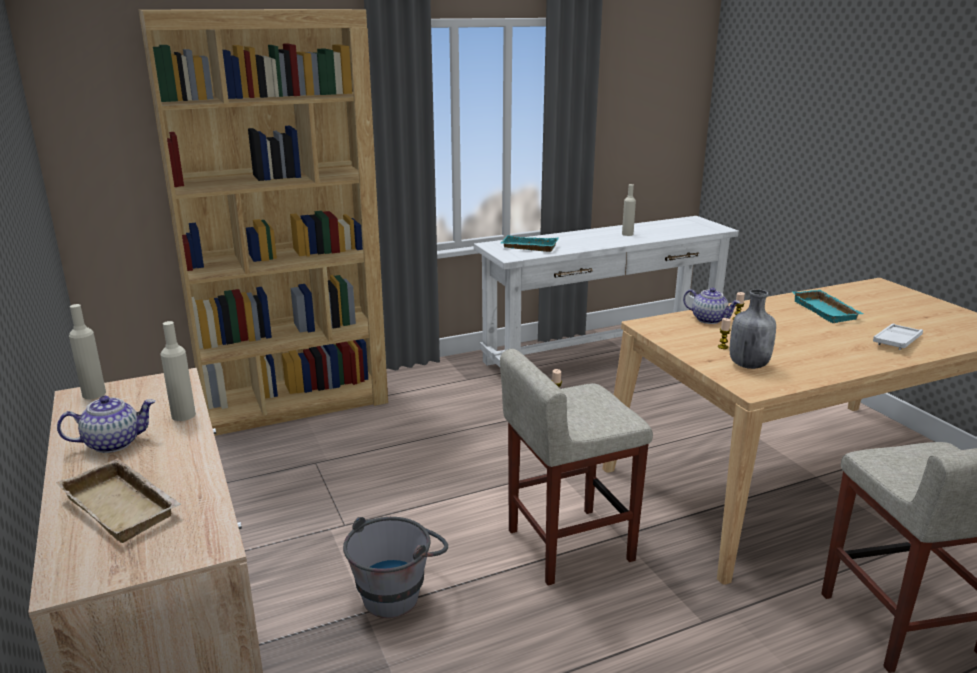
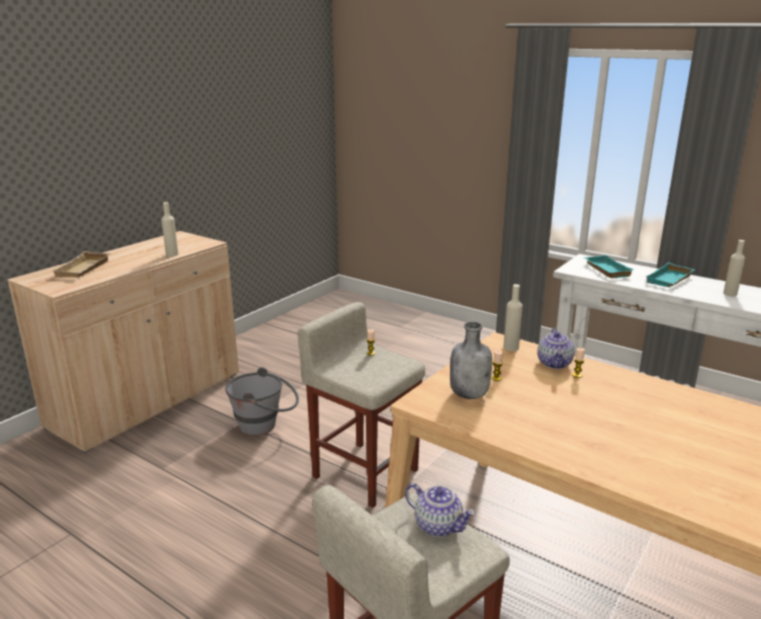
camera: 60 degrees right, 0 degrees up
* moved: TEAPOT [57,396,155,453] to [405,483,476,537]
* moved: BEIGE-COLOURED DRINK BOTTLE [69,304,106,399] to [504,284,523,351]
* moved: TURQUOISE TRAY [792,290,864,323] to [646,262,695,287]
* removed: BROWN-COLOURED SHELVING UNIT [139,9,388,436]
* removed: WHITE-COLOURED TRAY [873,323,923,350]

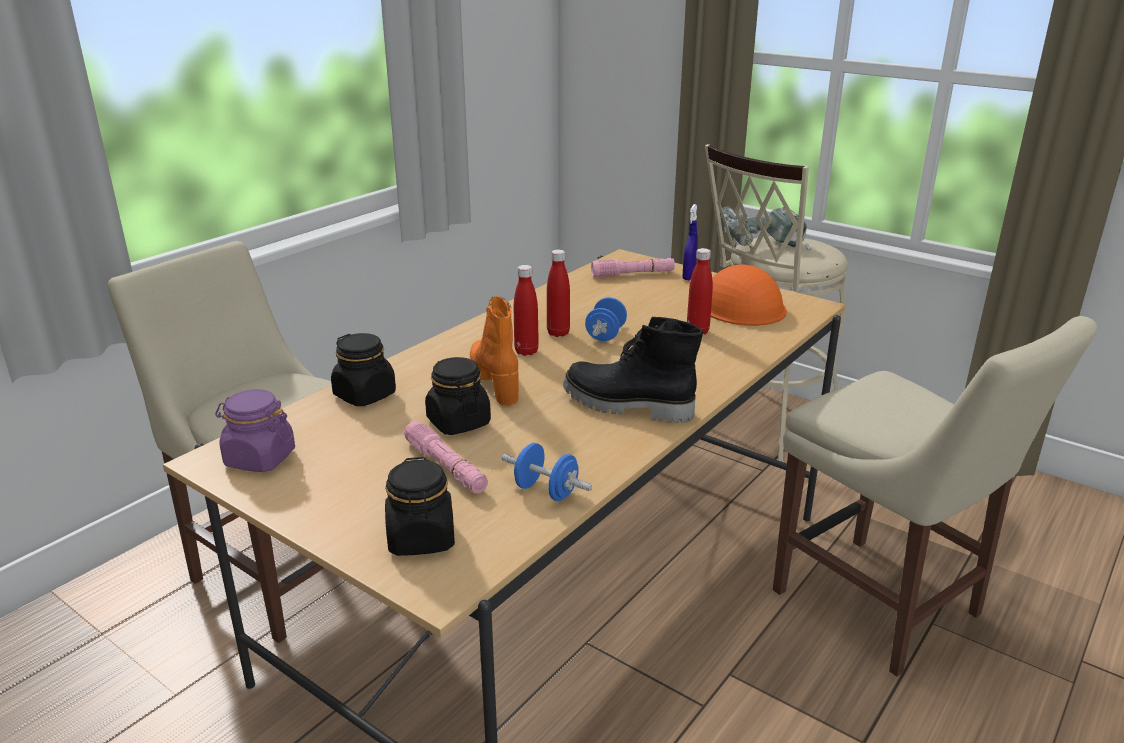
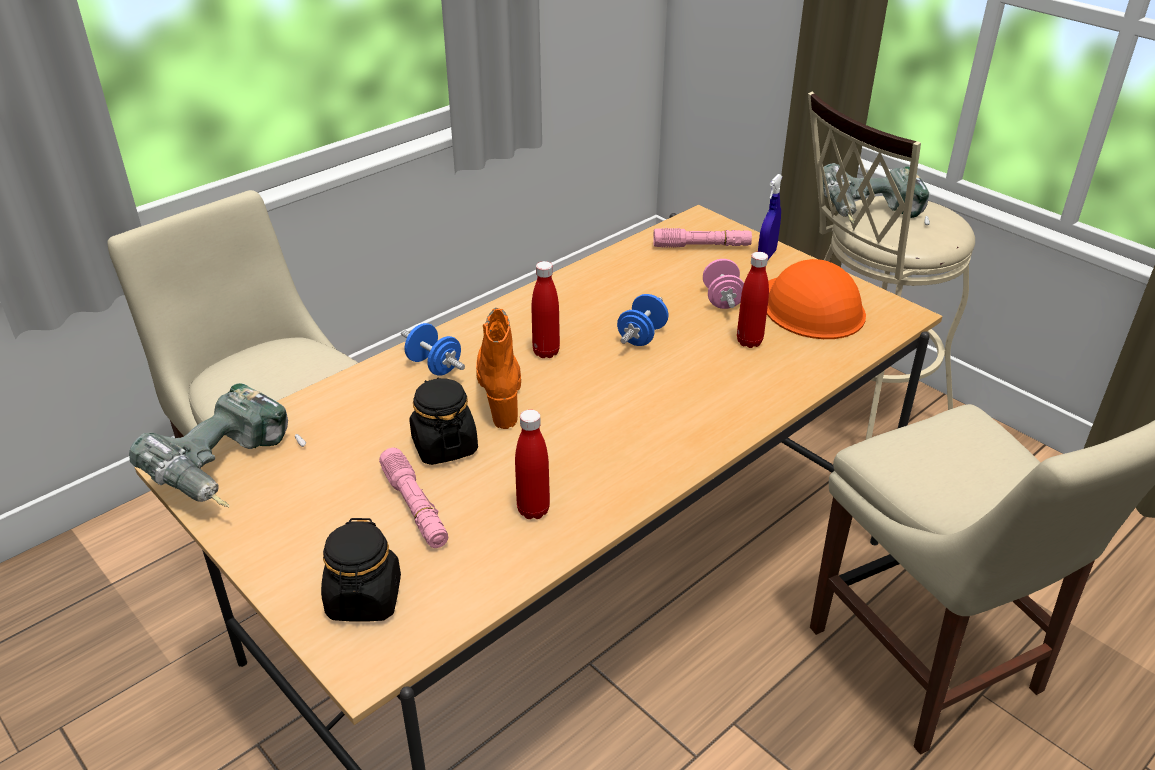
camera: 10 degrees right, 10 degrees up
* replaced: PURPLE JAR [215,389,295,472] to DRILL [129,383,306,507]
* moved: BLUE DUMBBELL [502,443,592,501] to [401,323,465,376]
* moved: RED-COLOURED DRINK BOTTLE [547,250,570,337] to [515,410,550,519]
* added: PINK DUMBBELL [703,259,744,309]
* removed: BLACKISH JAR [331,333,396,406]
* removed: BLACKISH TALL BOOT [563,317,703,423]

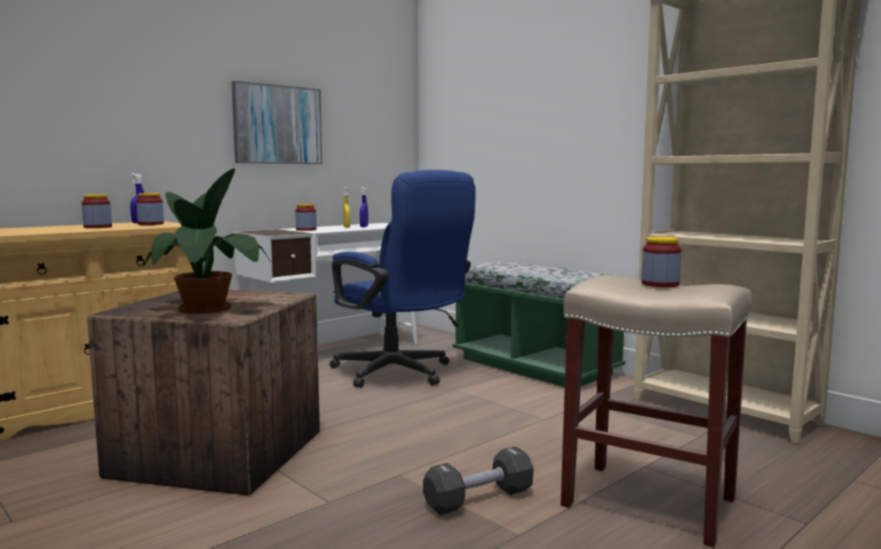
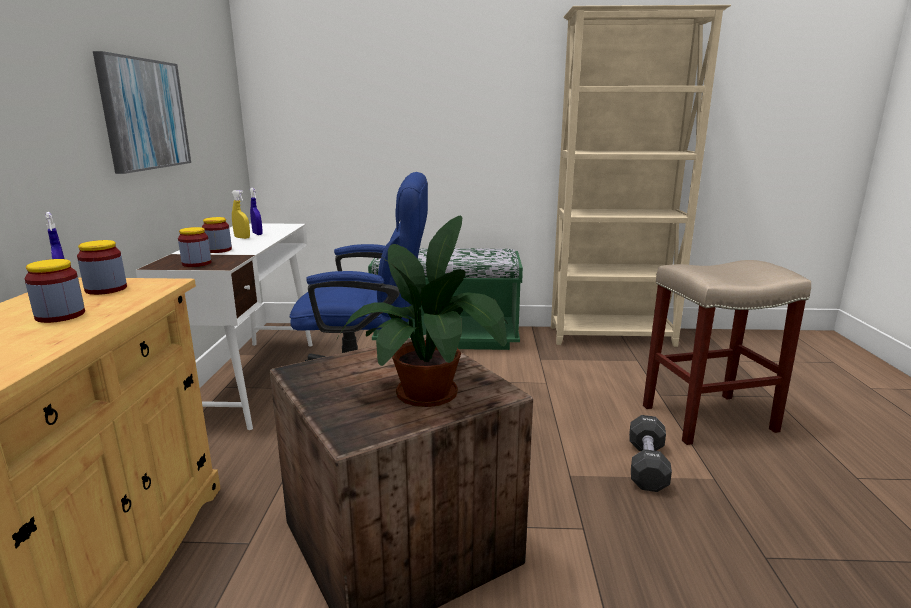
camera: 45 degrees left, 10 degrees up
* moved: JAR [641,237,681,287] to [178,227,212,267]

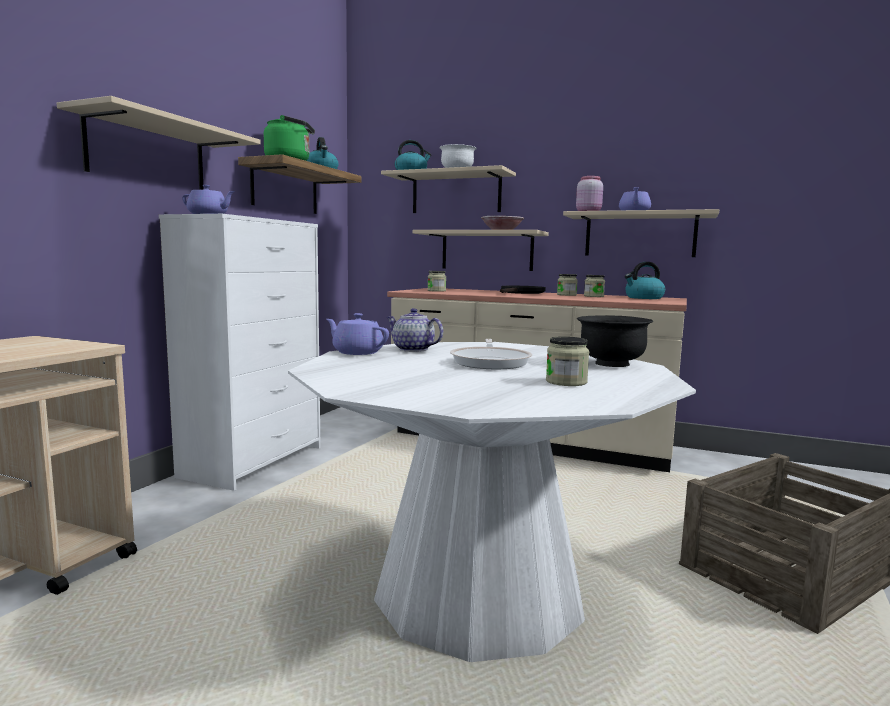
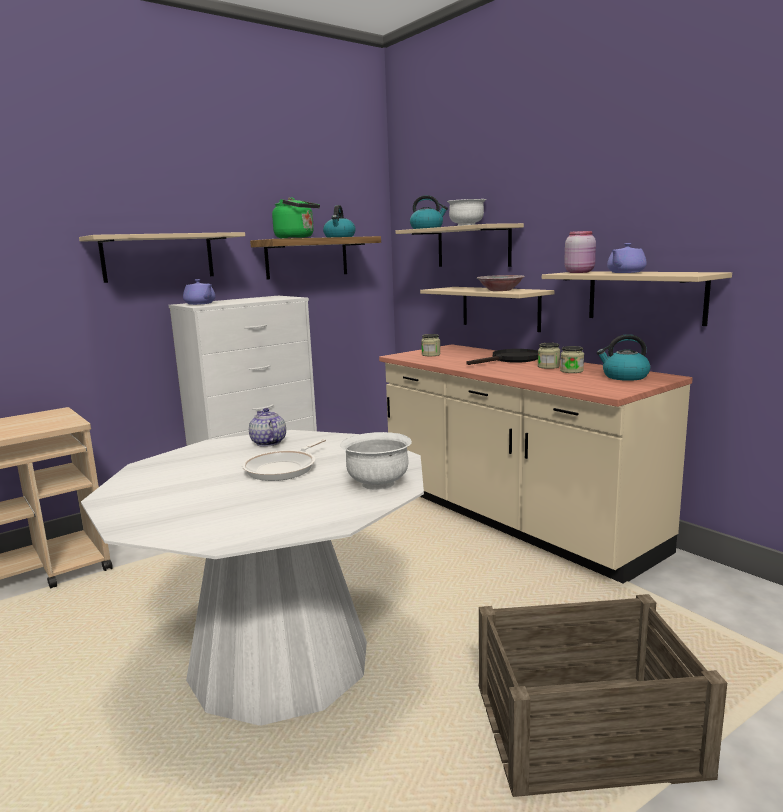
camera: 30 degrees right, 5 degrees up
* recoloured: BLACKISH DEEP DISH [577,315,653,367] to WHITE-COLOURED DEEP DISH [340,432,412,490]
* removed: PURPLE TEAPOT [326,313,389,355]
* removed: JAR [546,337,589,386]

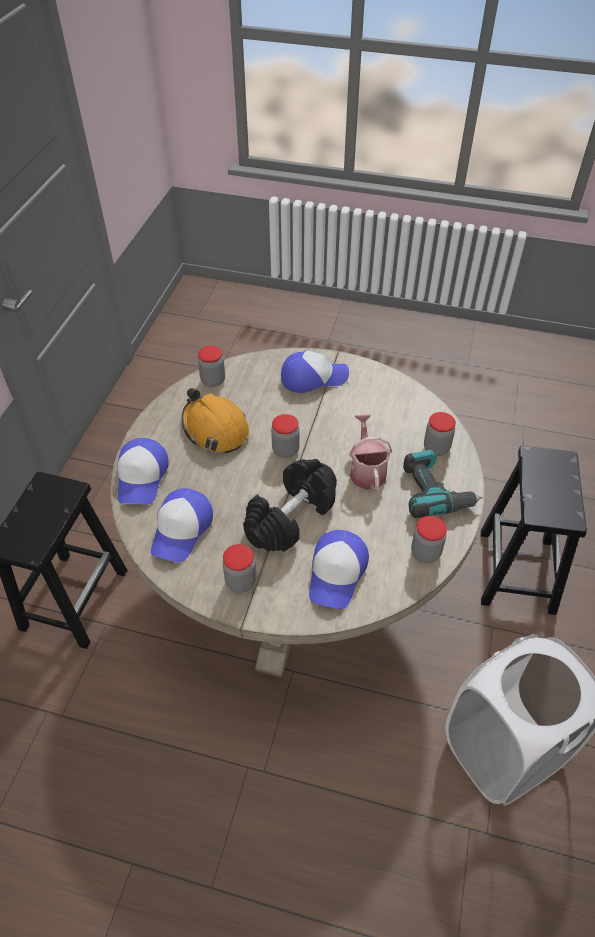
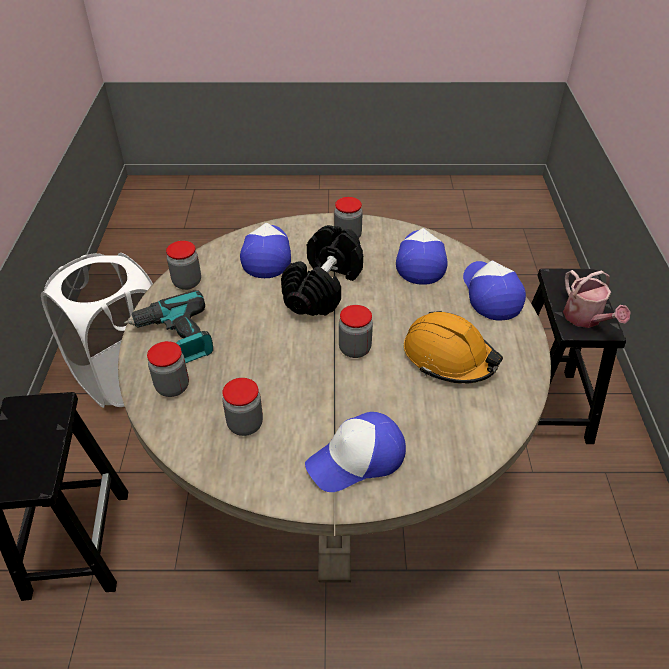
camera: 165 degrees right, 5 degrees down
* moved: JAR [198,346,225,387] to [222,378,263,436]
* moved: SPRINKLING CAN [349,414,392,492] to [563,270,630,328]

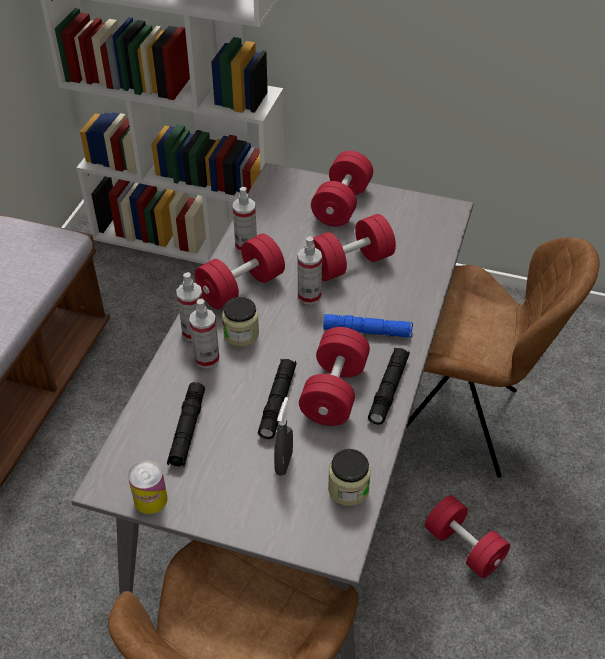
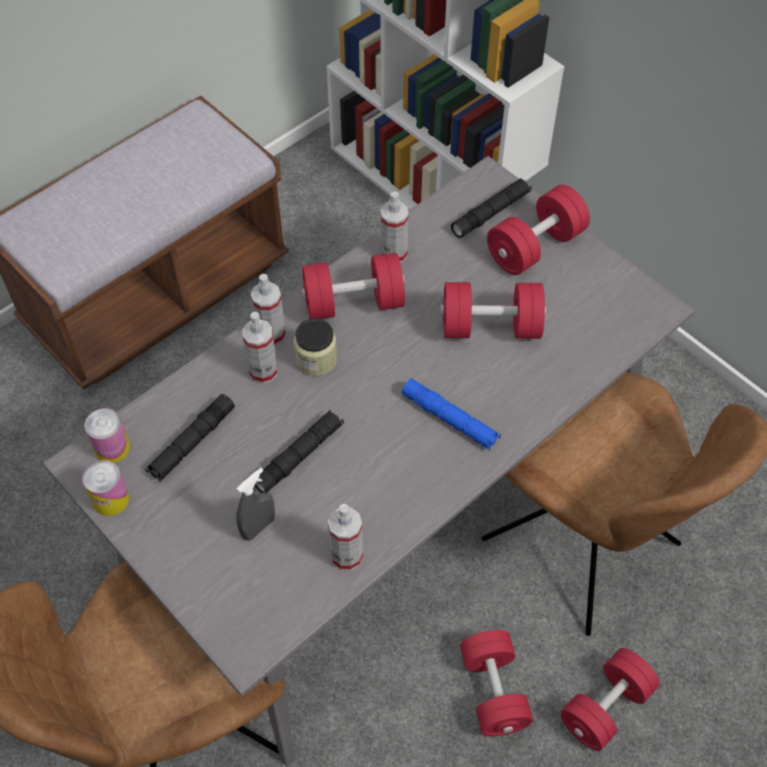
camera: 30 degrees right, 10 degrees up
* added: CAN [85,408,130,463]
* moved: HAND SPRAYER [298,236,322,305] to [328,504,363,571]
* moved: BLACKISH FLASHLIGHT [368,347,410,425] to [451,178,532,238]
* moved: RED-COLOURED DUMBBELL [299,327,370,426] to [560,648,660,751]
* removed: JAR [328,449,371,506]

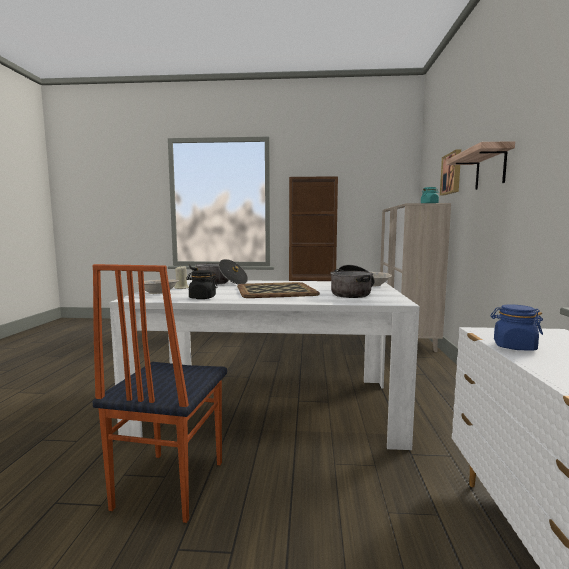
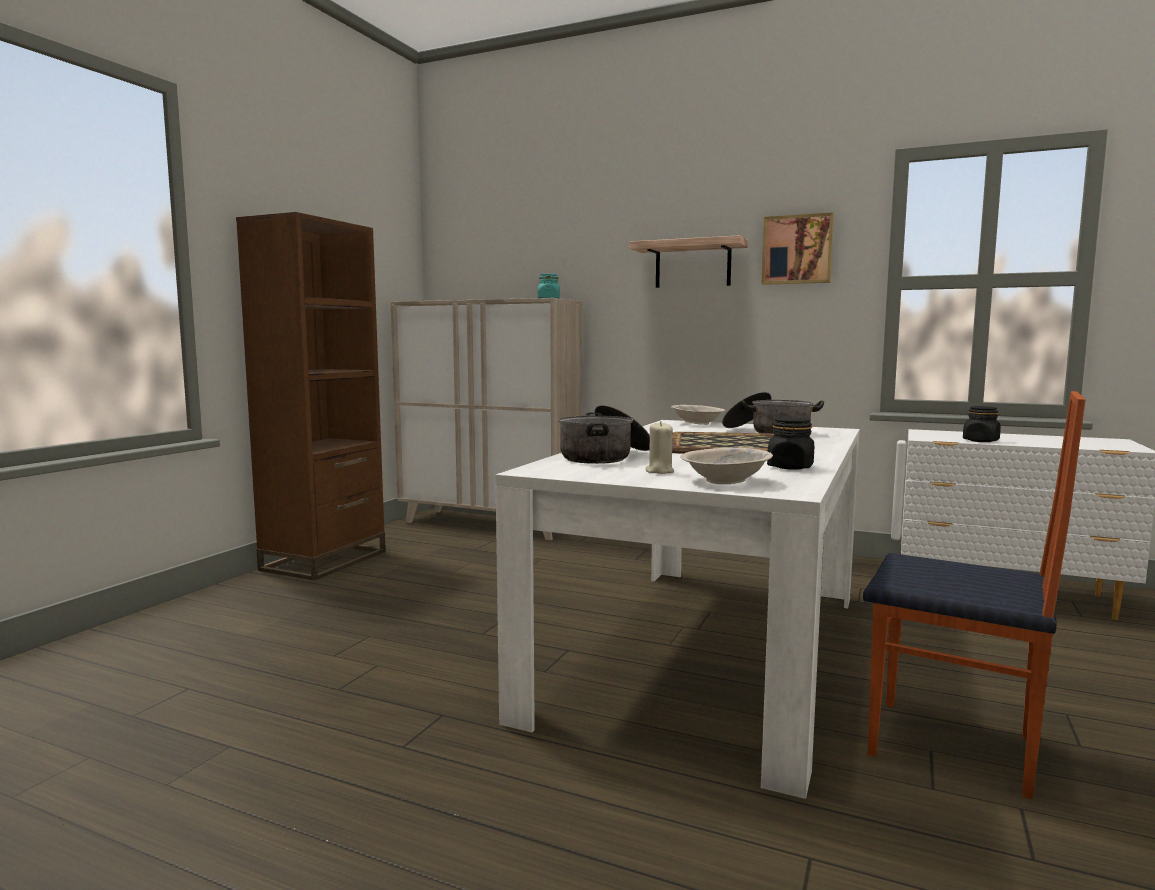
camera: 70 degrees left, 0 degrees up
* moved: WALL ART [440,149,461,195] to [762,212,834,285]
* recoloured: BLUE JAR [490,304,543,351] to BLACKISH JAR [963,406,1001,442]

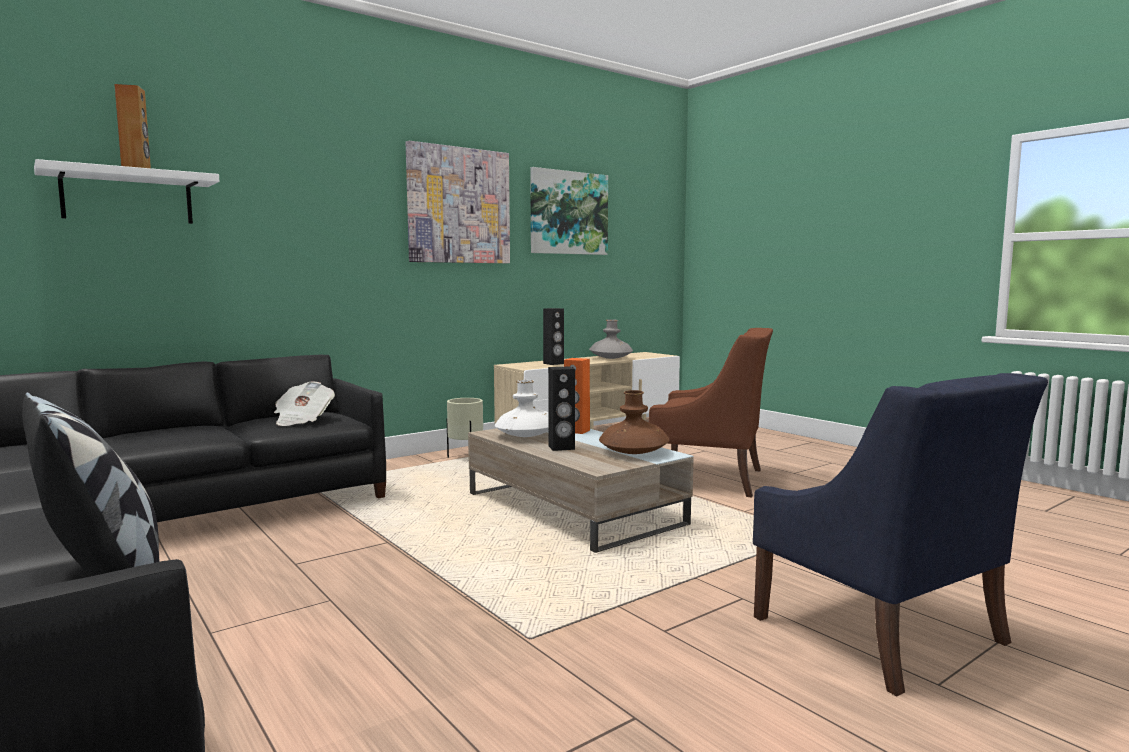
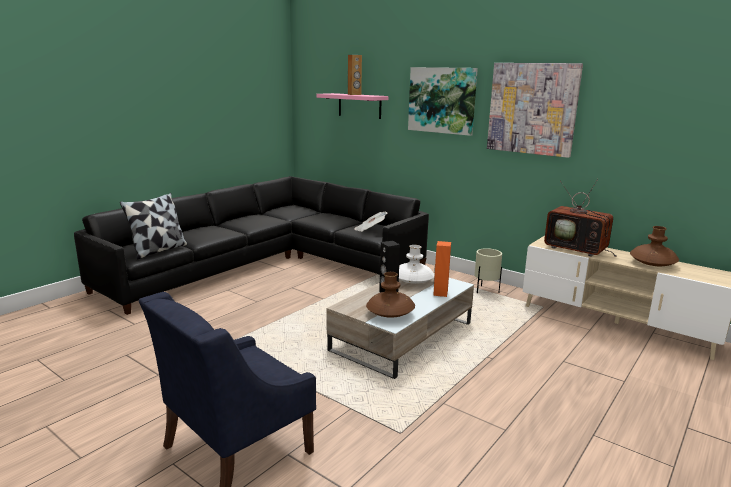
camera: 75 degrees right, 10 degrees up
* recoloured: WHITE-COLOURED BRACKET SHELF [34,159,219,224] to PINK BRACKET SHELF [317,93,388,119]
* moved: WALL ART [530,167,608,255] to [408,67,478,136]
* replaced: BLACKISH AUDIO SPEAKER [543,308,564,365] to TV [544,179,617,257]
* recoloured: GREYISH VASE [589,319,633,359] to BROWN-COLOURED VASE [630,226,679,266]
* removed: BROWN-COLOURED LOUNGE CHAIR [649,328,773,497]

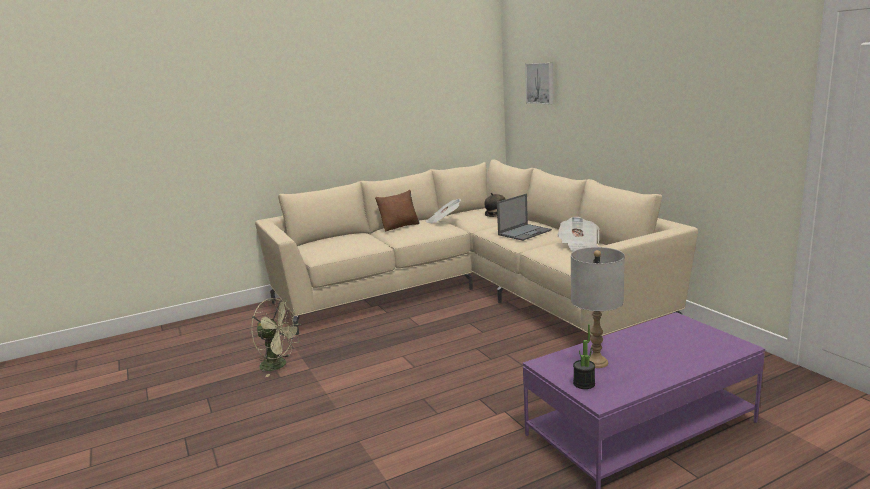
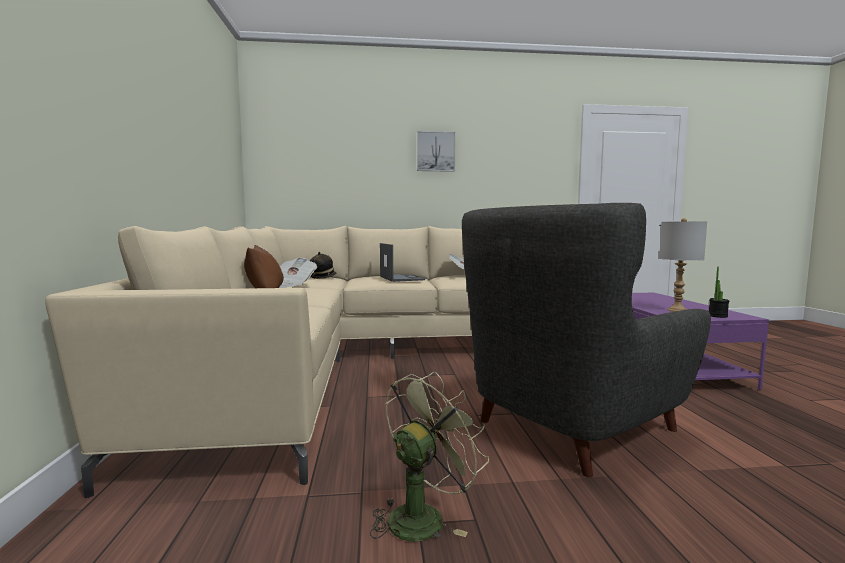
camera: 70 degrees left, 10 degrees down
* moved: WALL ART [525,63,553,104] to [417,131,455,172]
* added: GREYISH LOUNGE CHAIR [462,203,711,477]

